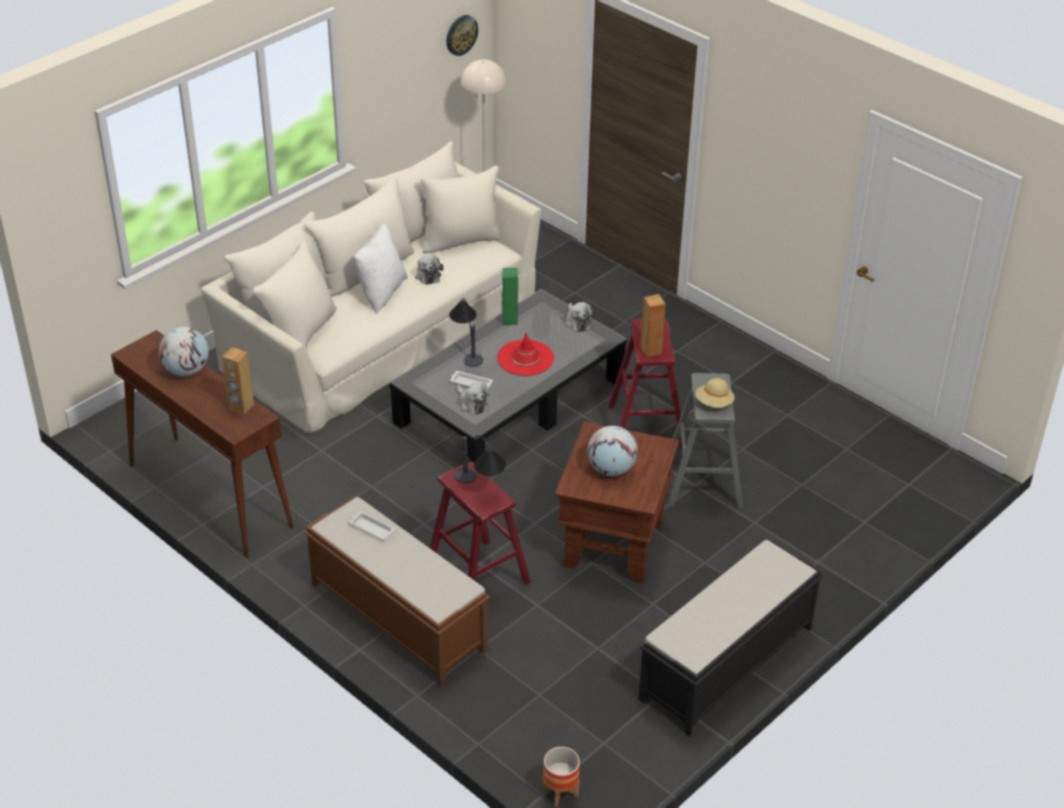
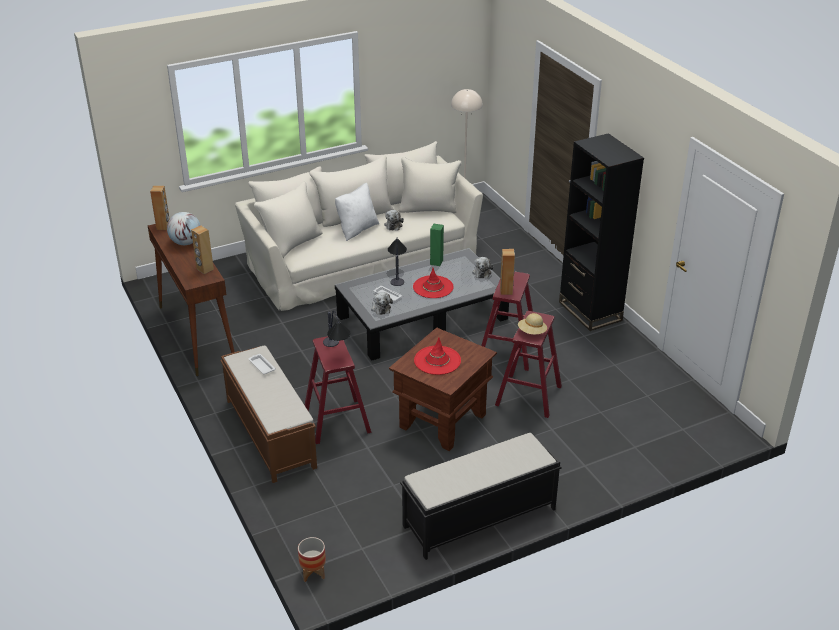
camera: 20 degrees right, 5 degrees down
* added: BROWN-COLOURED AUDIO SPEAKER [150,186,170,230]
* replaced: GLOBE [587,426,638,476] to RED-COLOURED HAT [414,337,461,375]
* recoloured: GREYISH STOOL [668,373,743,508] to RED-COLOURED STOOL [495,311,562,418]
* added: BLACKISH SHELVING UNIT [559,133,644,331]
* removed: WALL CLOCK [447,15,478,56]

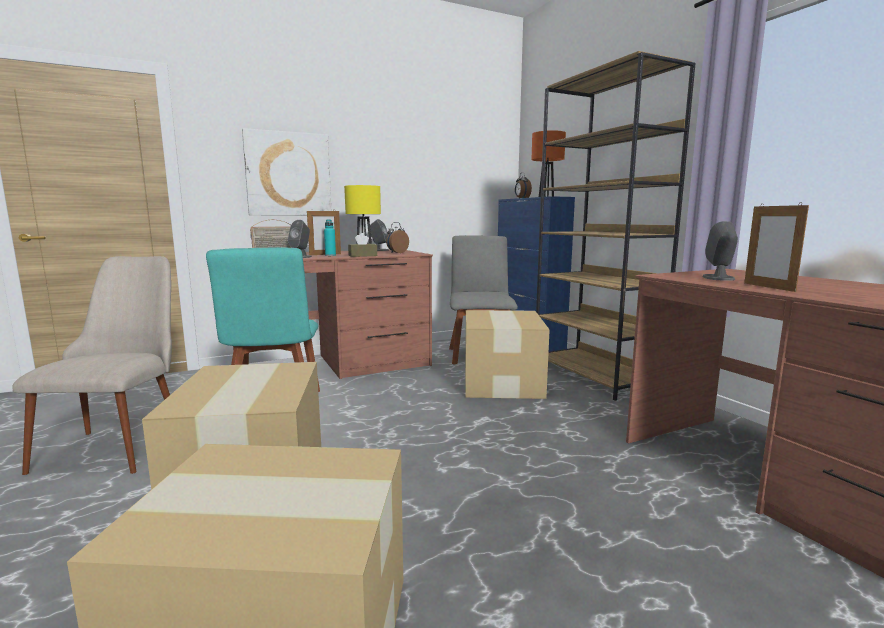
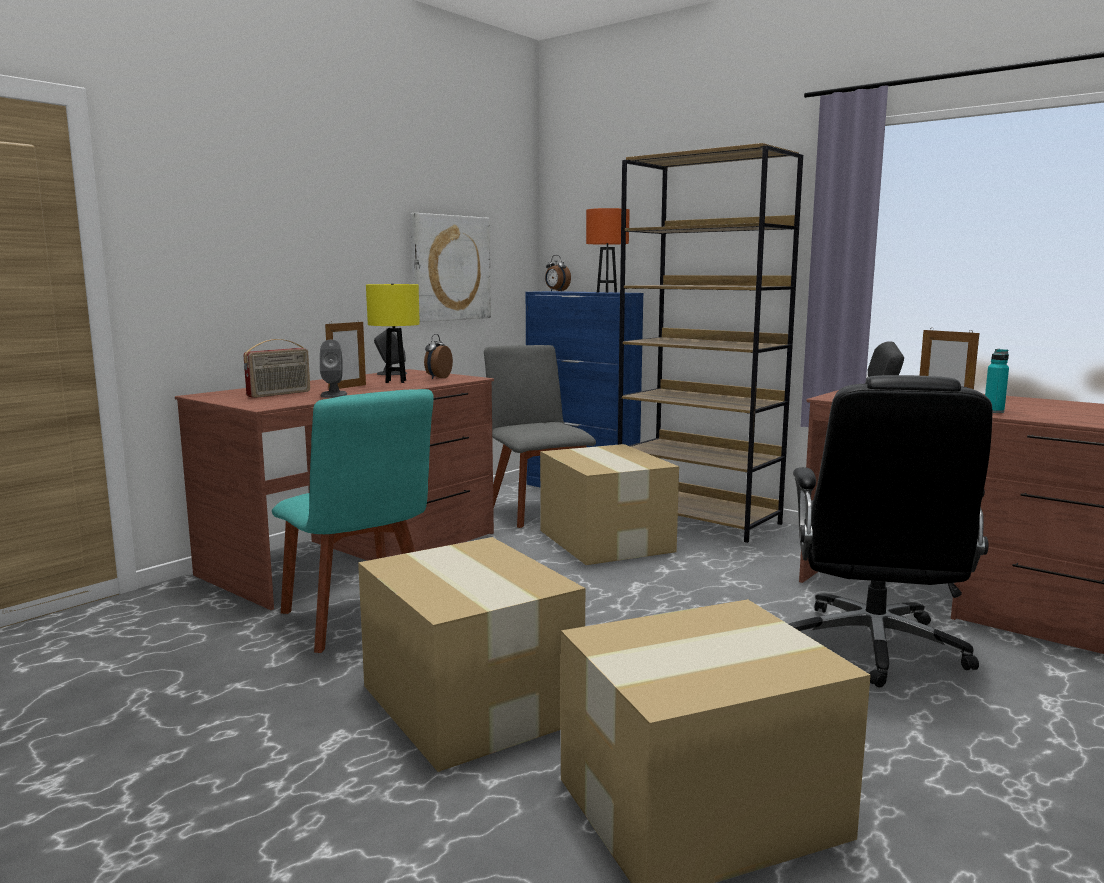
camera: 25 degrees left, 0 degrees up
* moved: WALL ART [242,128,331,216] to [410,213,491,322]
* added: BLACKISH OFFICE CHAIR [789,375,992,688]
* moved: TURQUOISE DRINK BOTTLE [324,220,336,256] to [985,349,1009,413]
* removed: BEIGE-COLOURED PLAIN CHAIR [12,256,172,475]
* removed: BROWN-COLOURED TISSUE BOX [348,233,377,257]

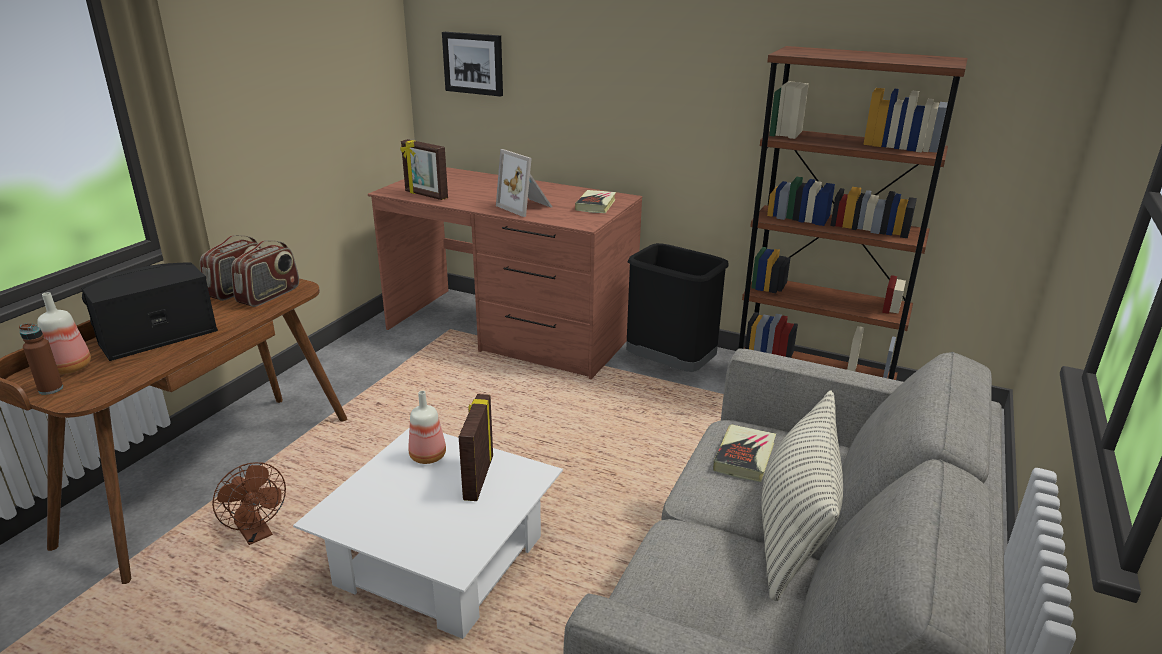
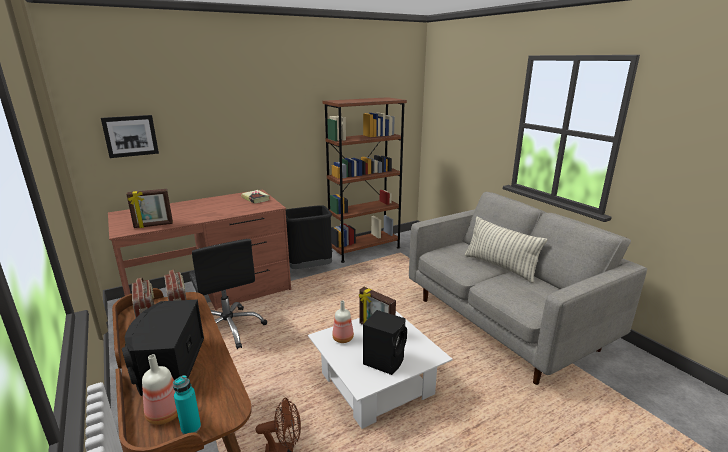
camera: 55 degrees left, 5 degrees down
* recoloured: BROWN-COLOURED DRINK BOTTLE [19,324,63,395] to TURQUOISE DRINK BOTTLE [173,375,201,435]
* added: BLACKISH OFFICE CHAIR [189,239,267,349]
* added: BLACKISH AUDIO SPEAKER [363,310,407,375]
* removed: PICTURE FRAME [496,149,552,217]
* removed: BOUND BOOK [713,424,776,482]

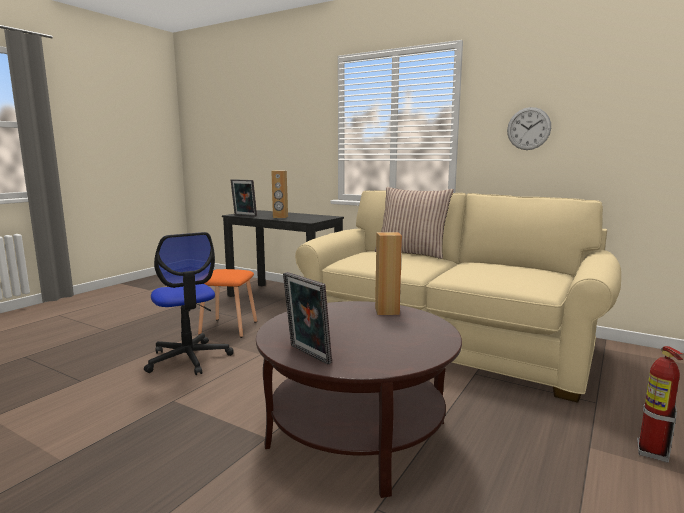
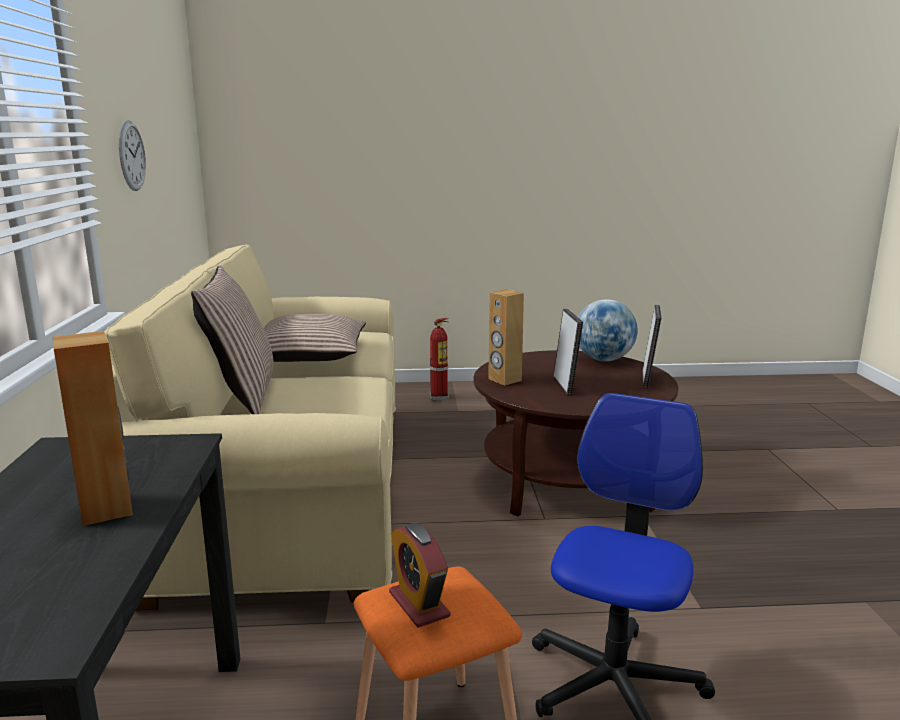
camera: 125 degrees left, 5 degrees up
* added: PILLOW [264,314,366,362]
* added: TABLE CLOCK [389,523,450,628]
* moved: PICTURE FRAME [231,179,257,217] to [553,309,583,395]
* added: GLOBE [578,299,638,361]

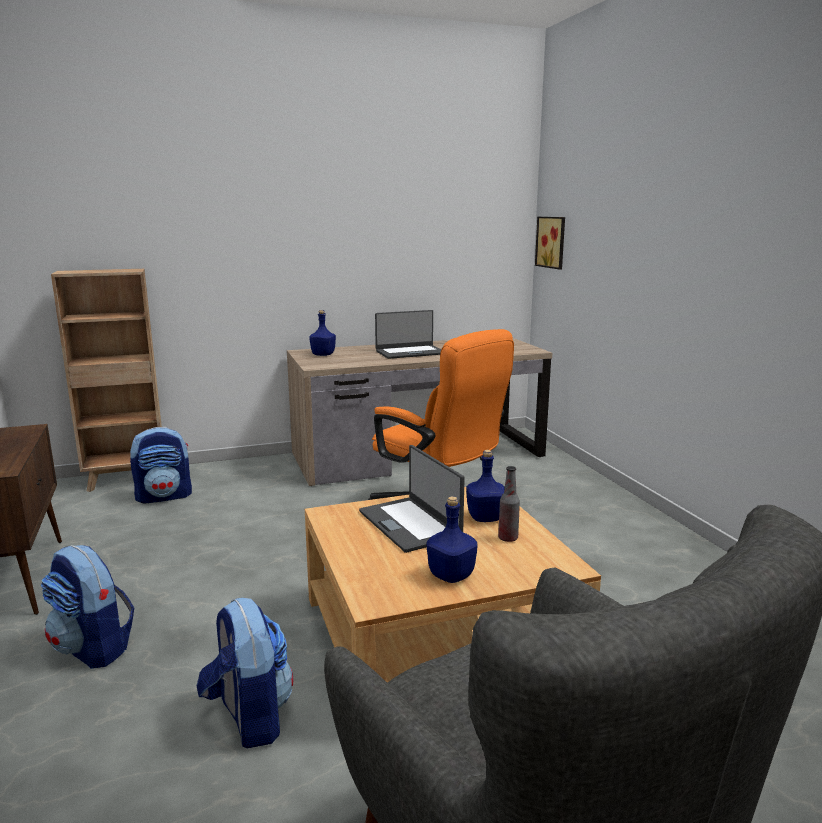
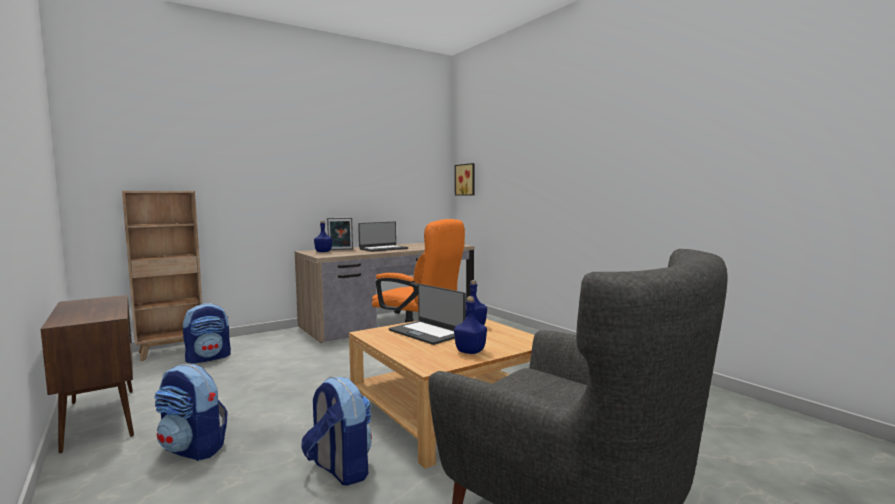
camera: 15 degrees left, 10 degrees down
* added: PICTURE FRAME [327,218,353,250]
* removed: DRINK BOTTLE [498,466,520,542]

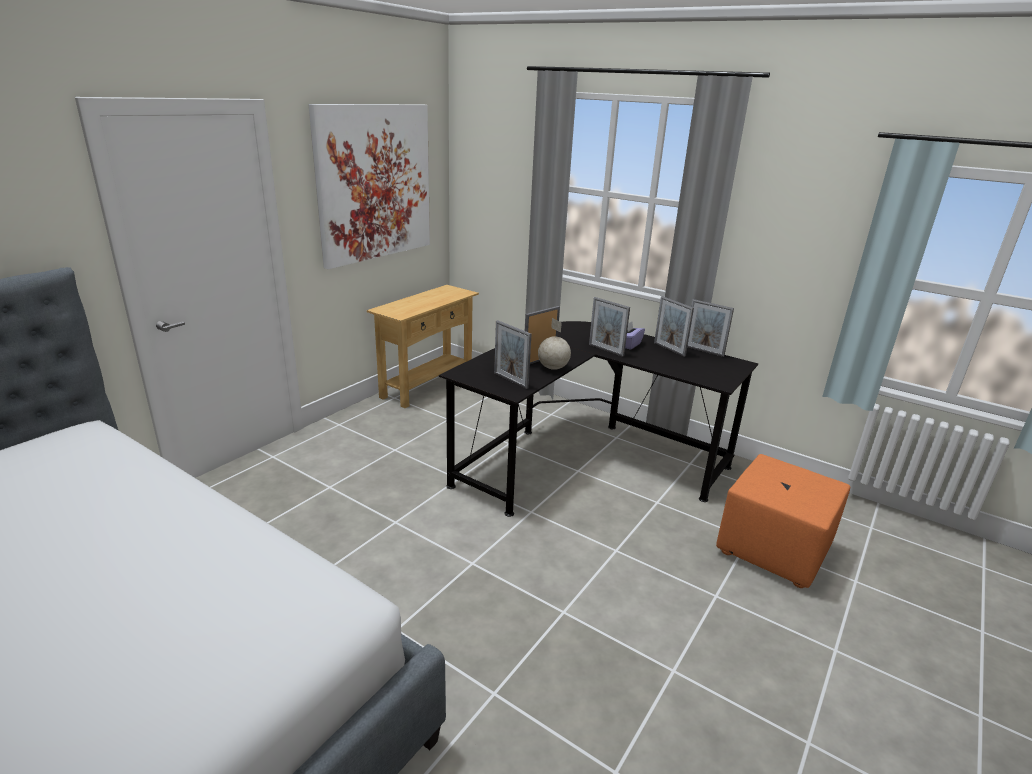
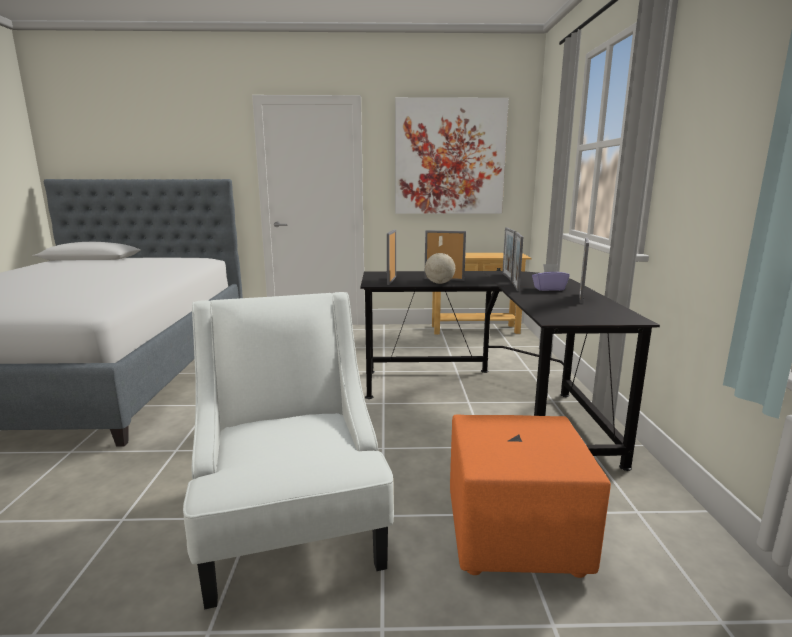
camera: 55 degrees right, 10 degrees down
* added: WHITE-COLOURED LOUNGE CHAIR [183,292,394,610]
* moved: PICTURE FRAME [687,299,734,357] to [502,227,516,281]

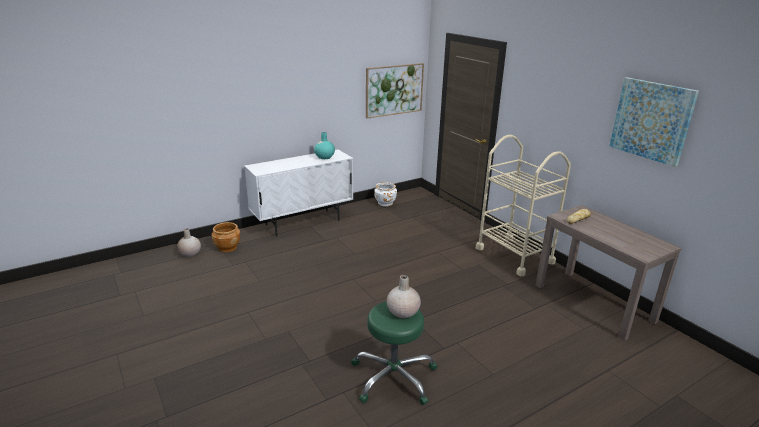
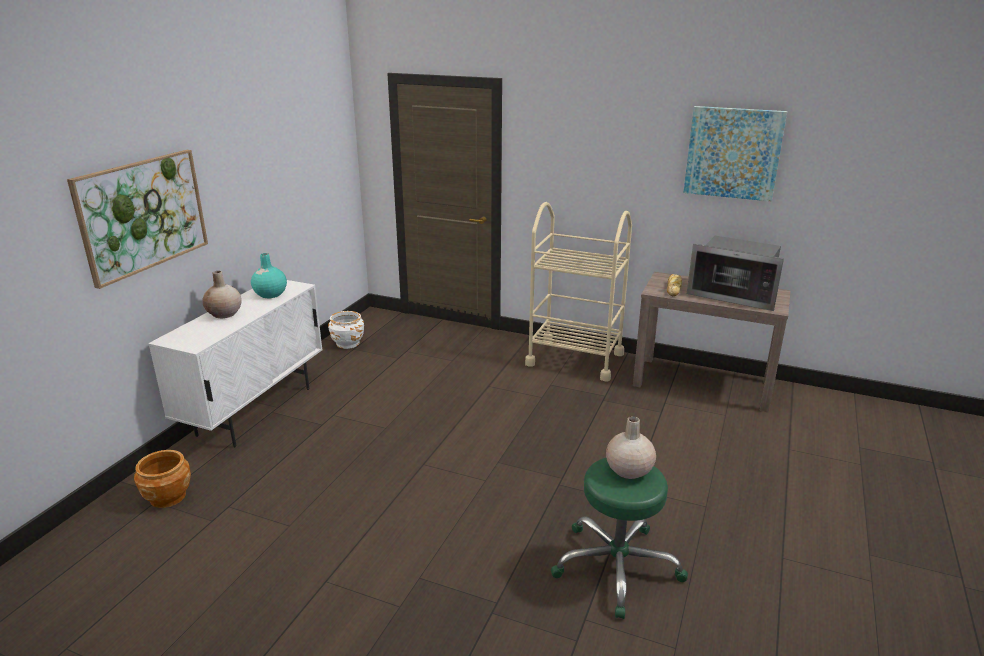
camera: 35 degrees left, 0 degrees up
* moved: WALL ART [366,63,424,119] to [67,150,208,289]
* moved: BEIGE-COLOURED VASE [177,228,201,257] to [202,271,242,318]
* added: KITCHEN MICROWAVE [687,236,784,311]

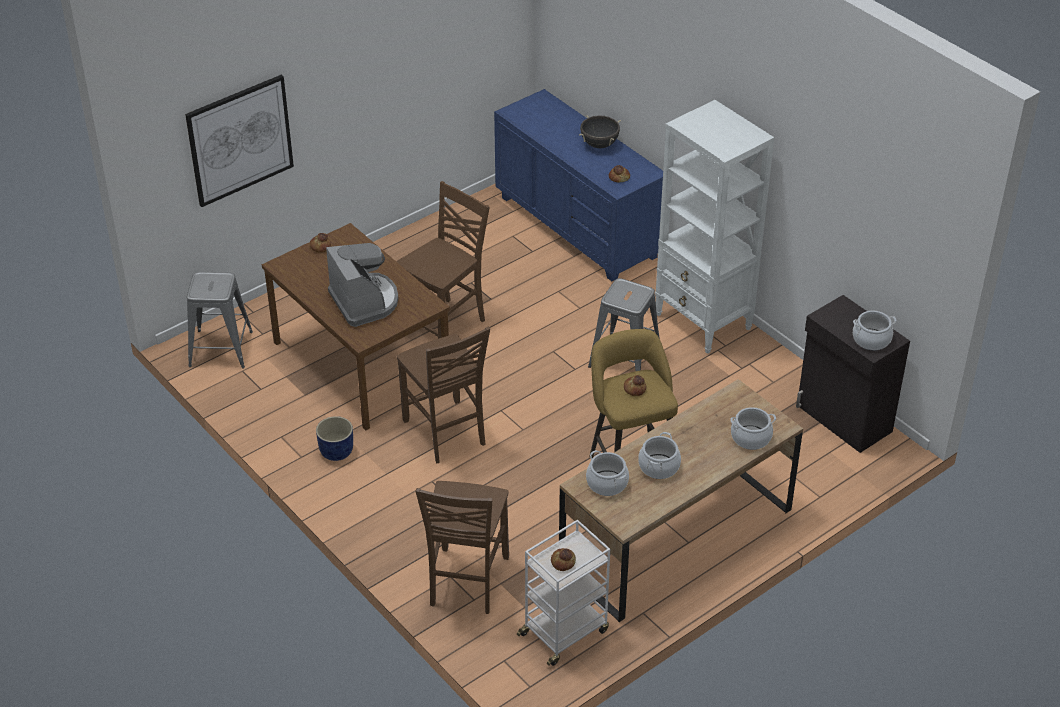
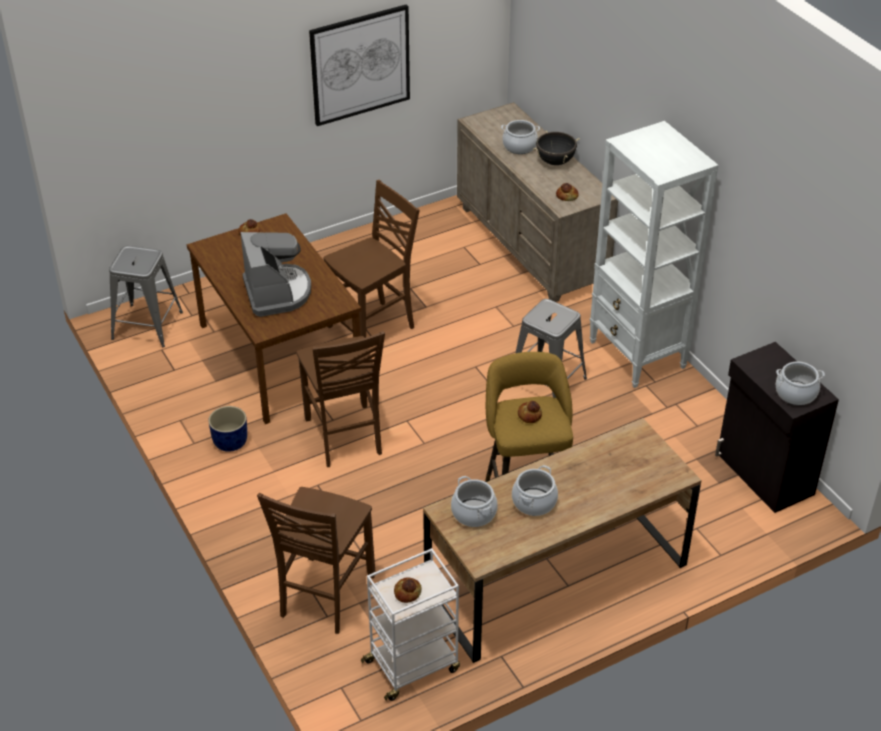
camera: 10 degrees right, 0 degrees up
* moved: WALL ART [185,75,294,207] to [309,4,410,126]
* recoloured: BLUE DRAWER CHEST [494,89,663,281] to BEIGE-COLOURED DRAWER CHEST [457,102,618,302]
* moved: STOCKPOT [730,407,776,450] to [501,120,540,154]

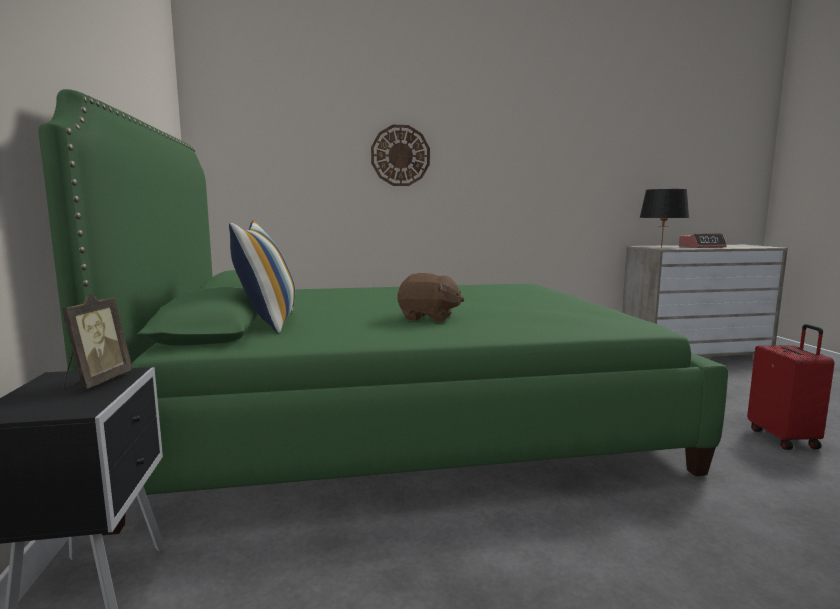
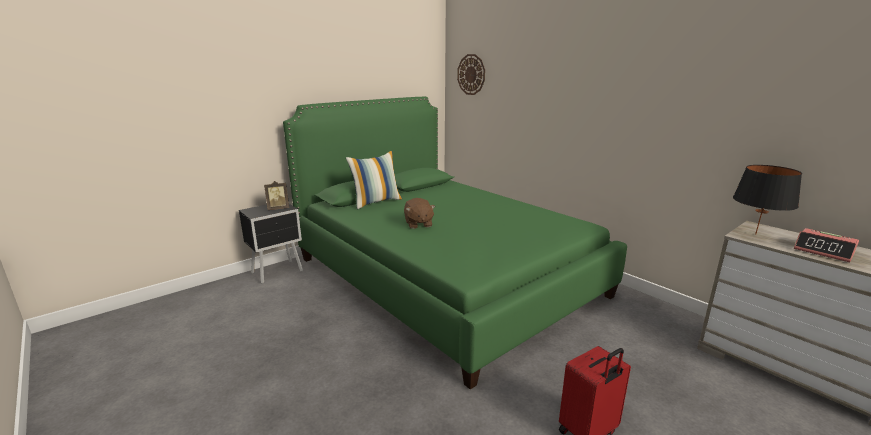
camera: 60 degrees right, 10 degrees up
* moved: WALL CLOCK [371,125,430,186] to [457,54,485,95]

